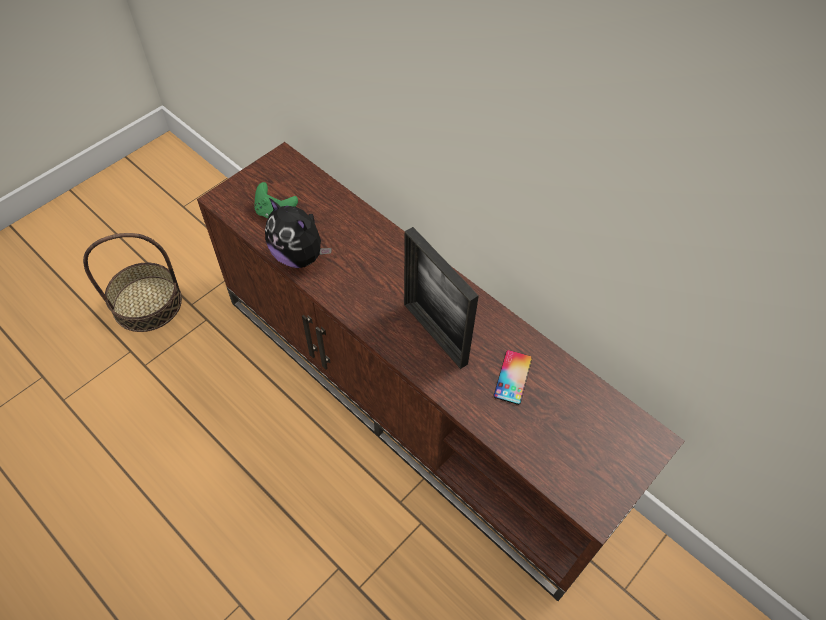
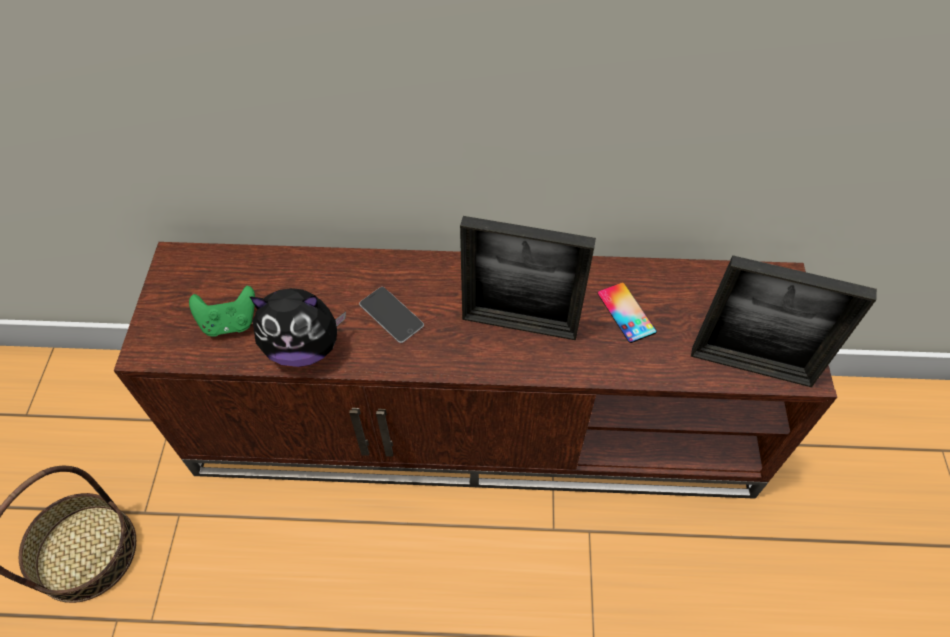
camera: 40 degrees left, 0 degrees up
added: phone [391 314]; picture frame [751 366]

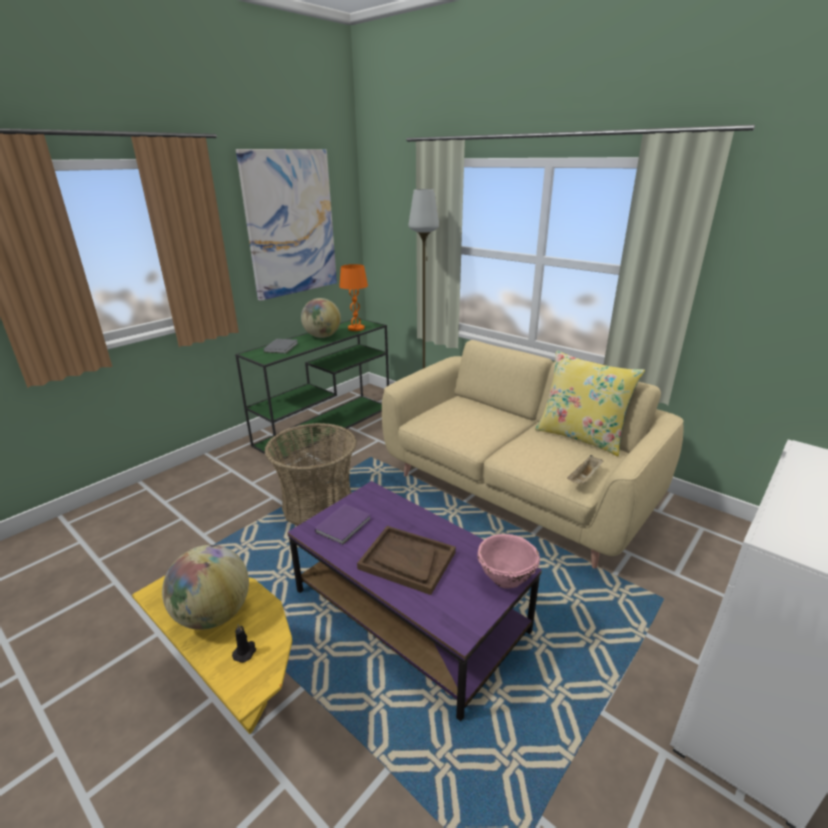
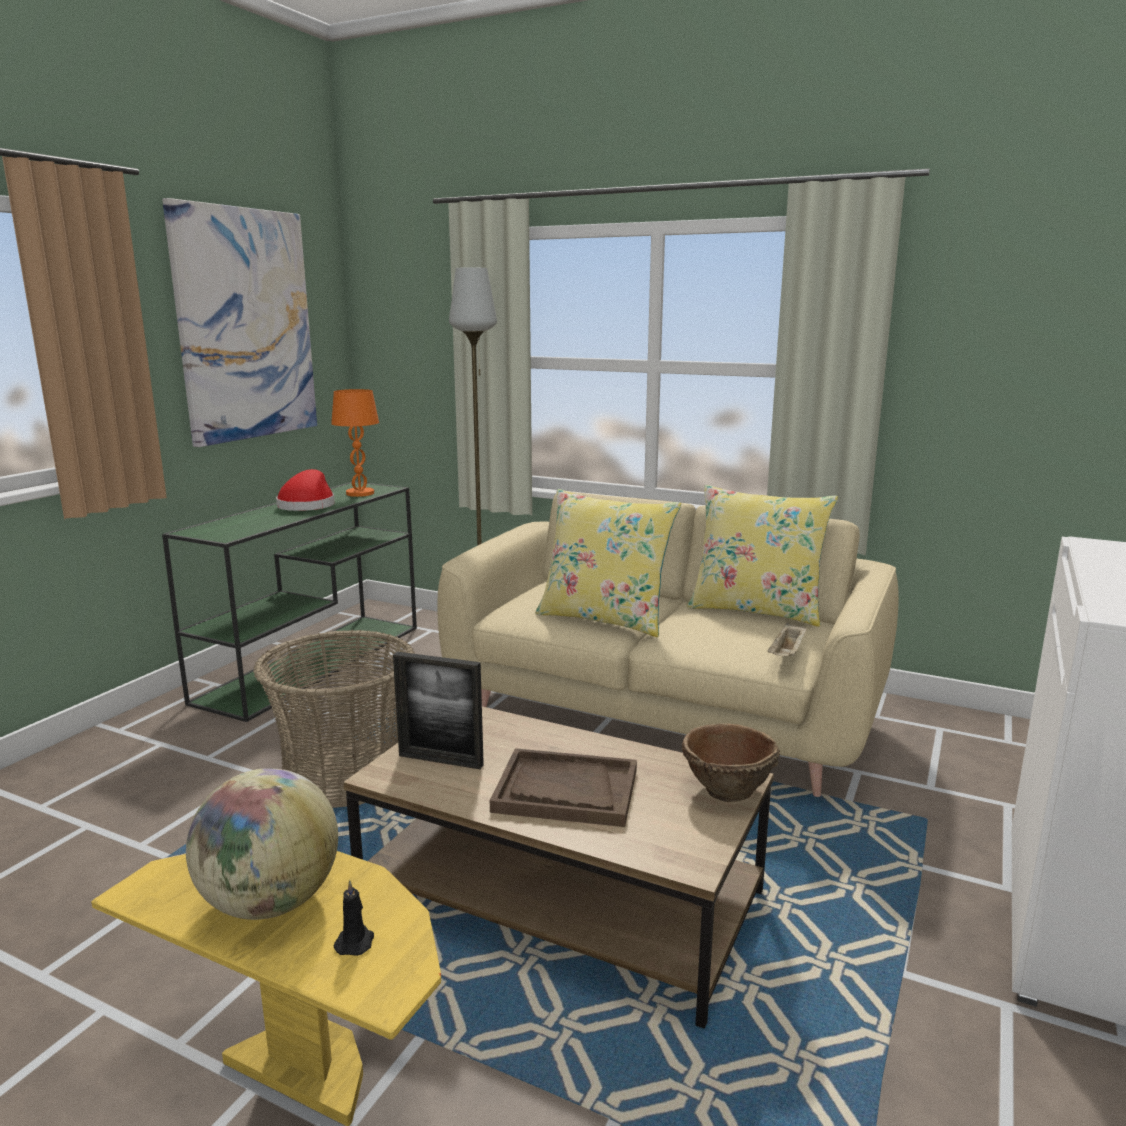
camera: 15 degrees left, 10 degrees down
removed: grey book [282 347]
added: yellow pillow [604 618]
replaced: globe [322 336] to red hat [308 505]; purple book [345 525] to picture frame [440 760]
recoloured: purple coffee table [410 611] to brown coffee table [563 896]; pink bowl [505 578] to brown bowl [726 790]

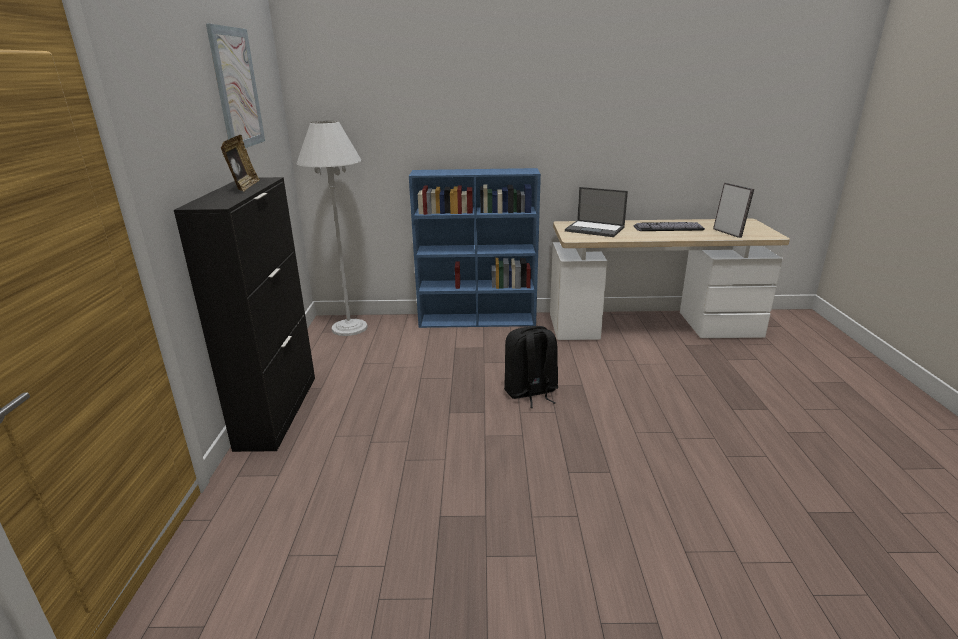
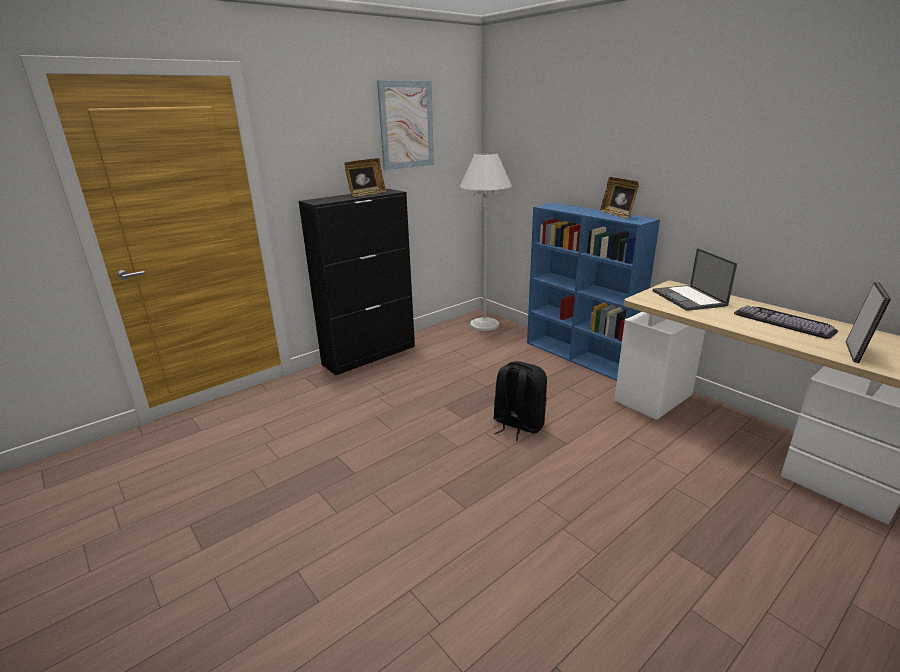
camera: 50 degrees right, 0 degrees up
added: picture frame [617 215]

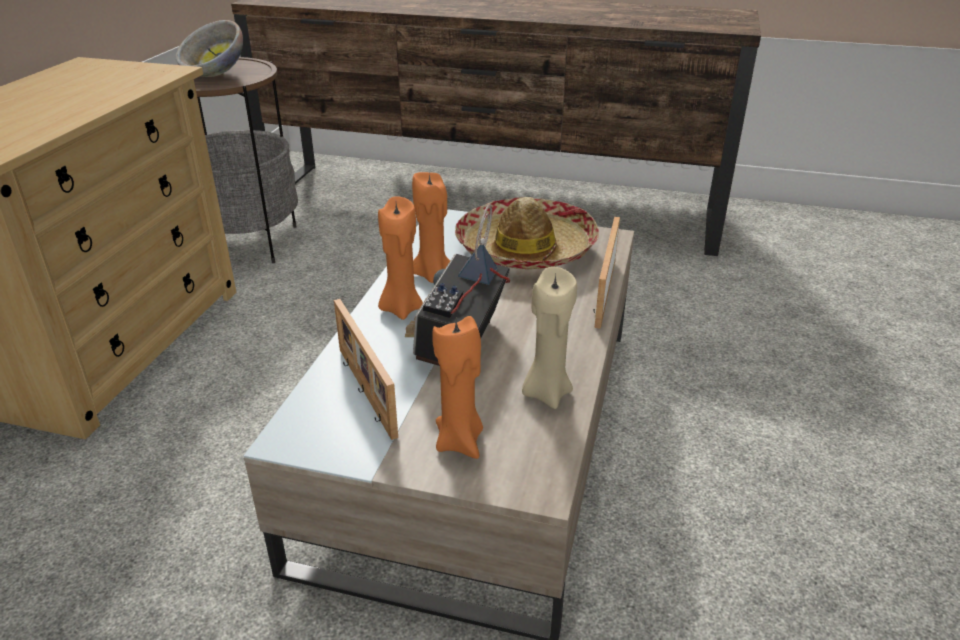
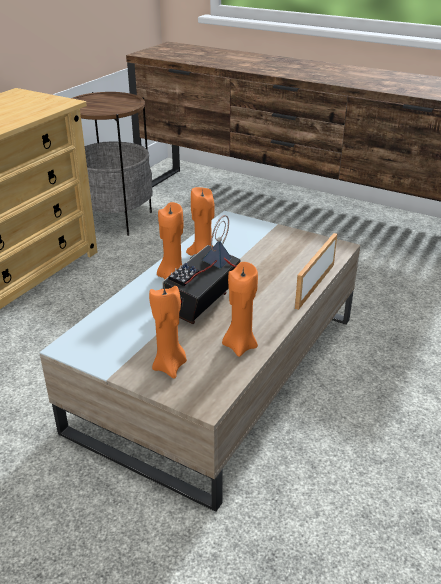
camera: 15 degrees right, 0 degrees up
removed: bowl [214 74]; picture frame [364 391]; hat [526 249]
recoloured: beige candle [546 392] to orange candle [240 345]

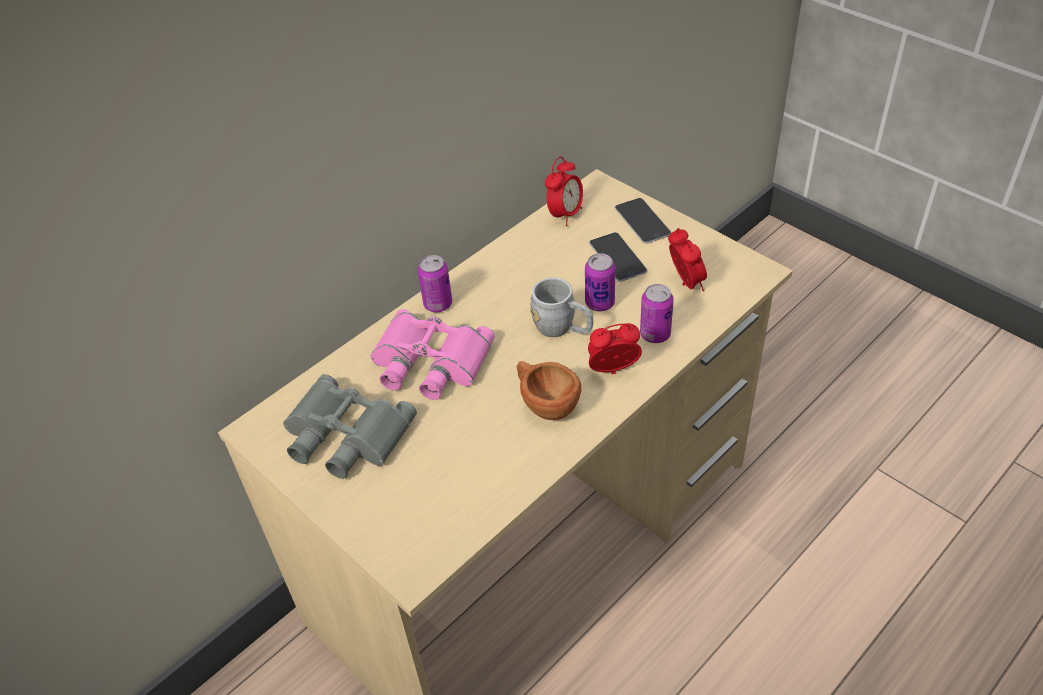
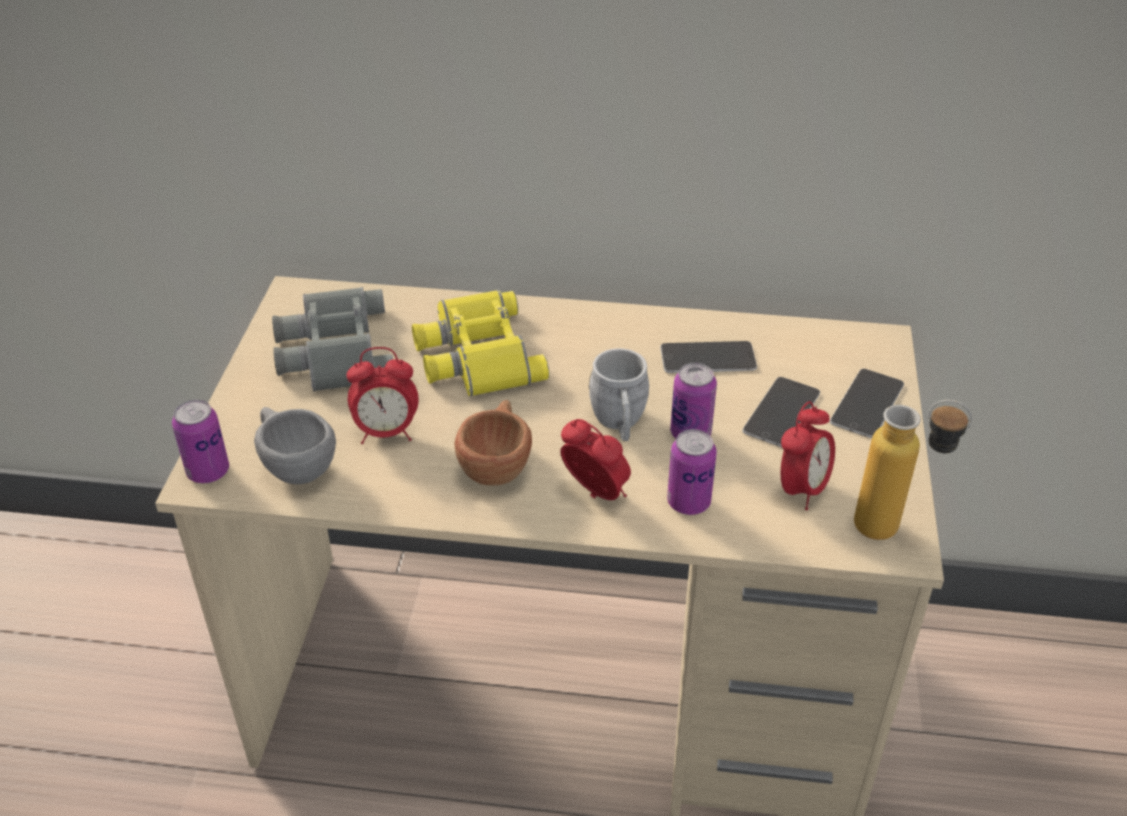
camera: 50 degrees right, 5 degrees down
added: grey cup [294 465]; phone [708 358]; bottle [894 531]
moved: can [438 304] to [208 471]; alarm clock [565 215] to [386 432]
recoloured: pink binoculars [428 363] to yellow binoculars [475 354]

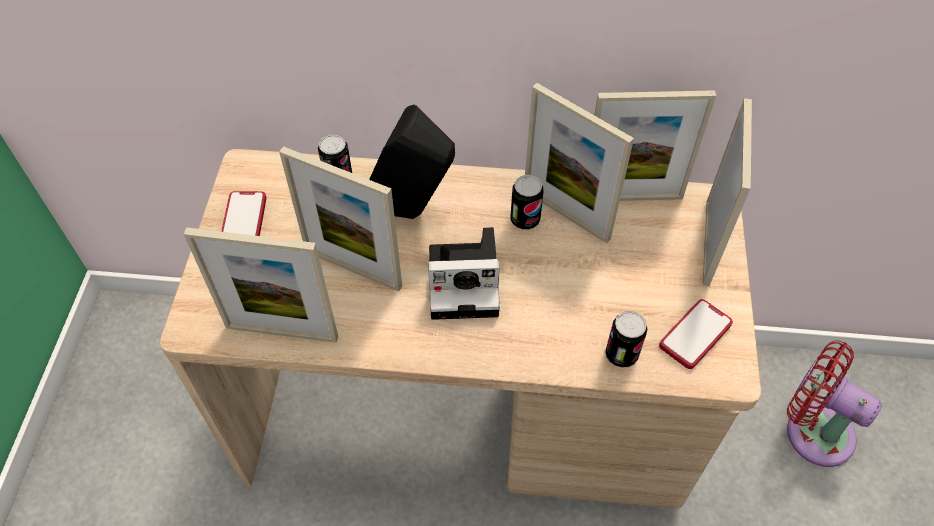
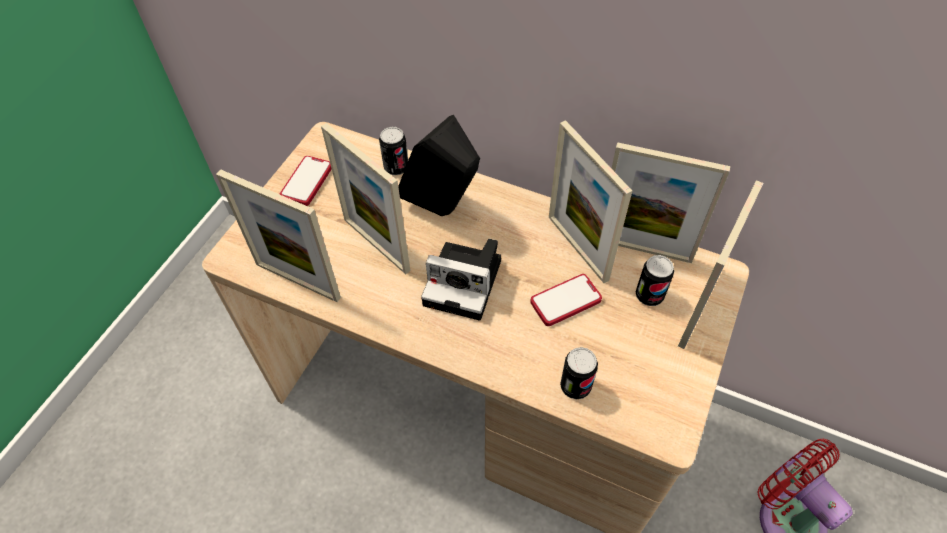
camera: 20 degrees right, 0 degrees up
moved: can [525 220] to [649 295]; phone [695 335] to [565 301]

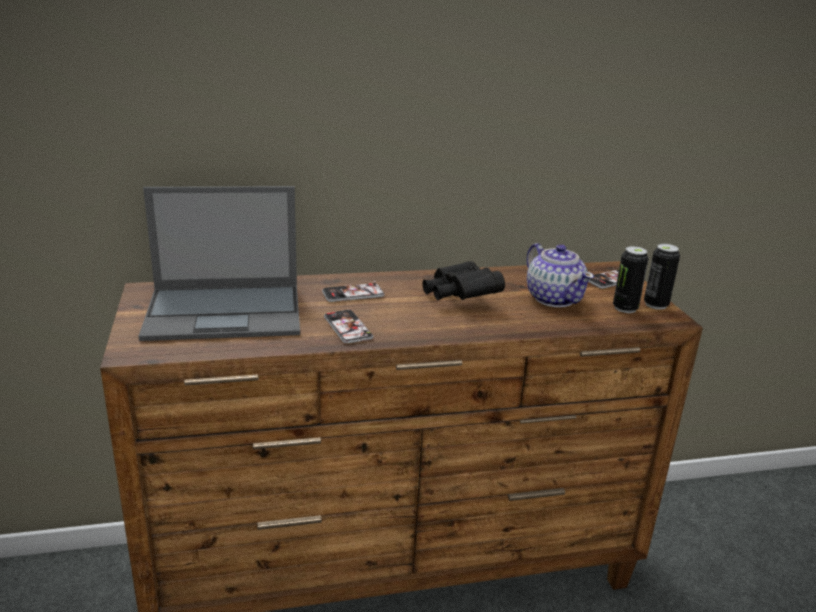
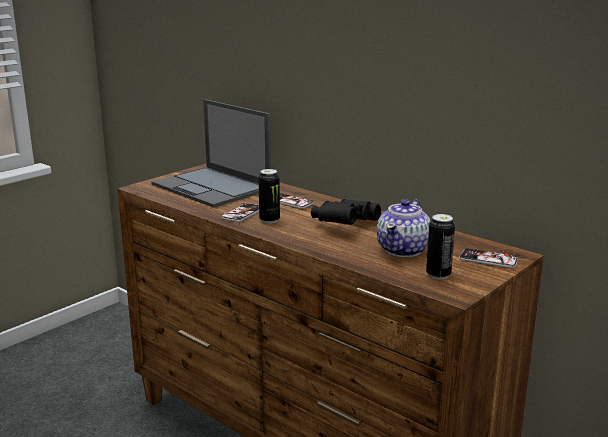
camera: 55 degrees right, 5 degrees down
moved: can [655 305] to [269 220]

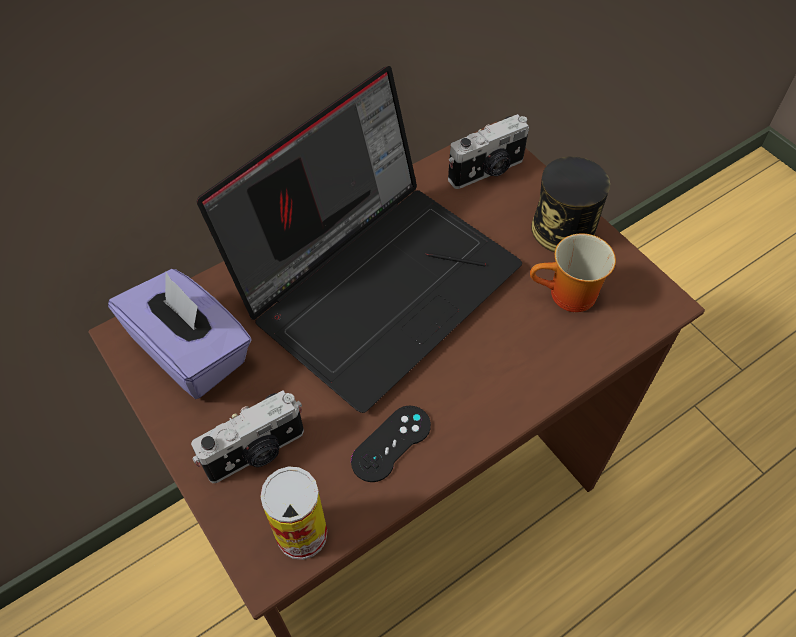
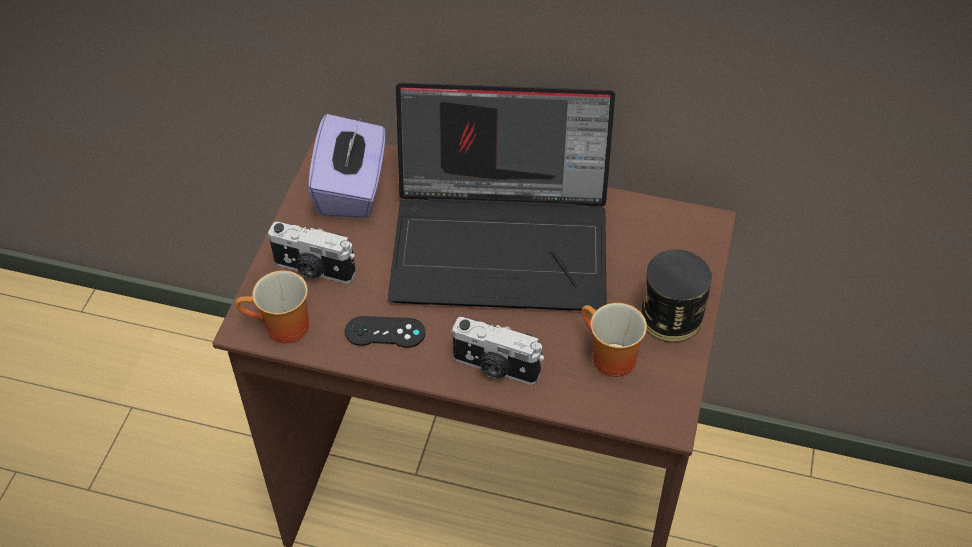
camera: 50 degrees right, 5 degrees down
moved: photo camera [487 171] to [495 368]
replaced: can [302 534] to mug [282 329]

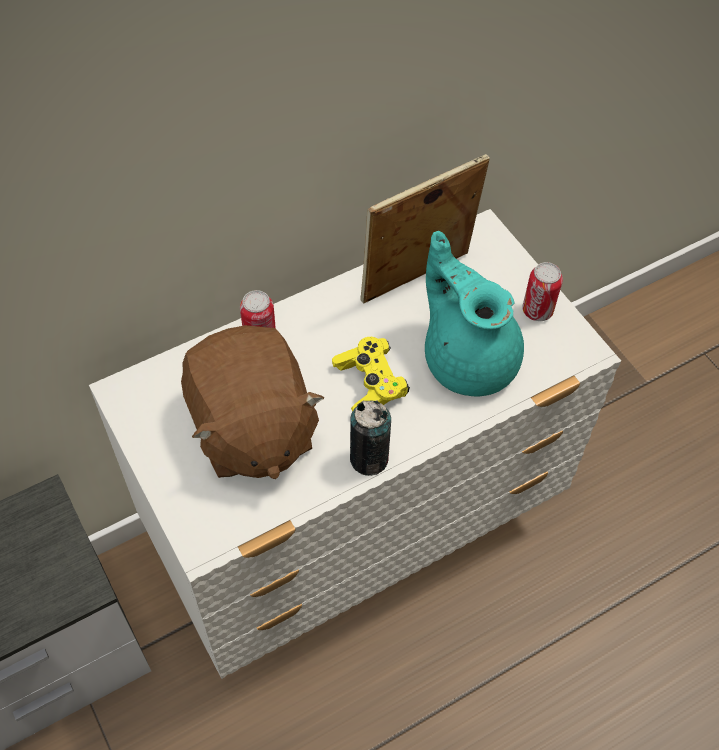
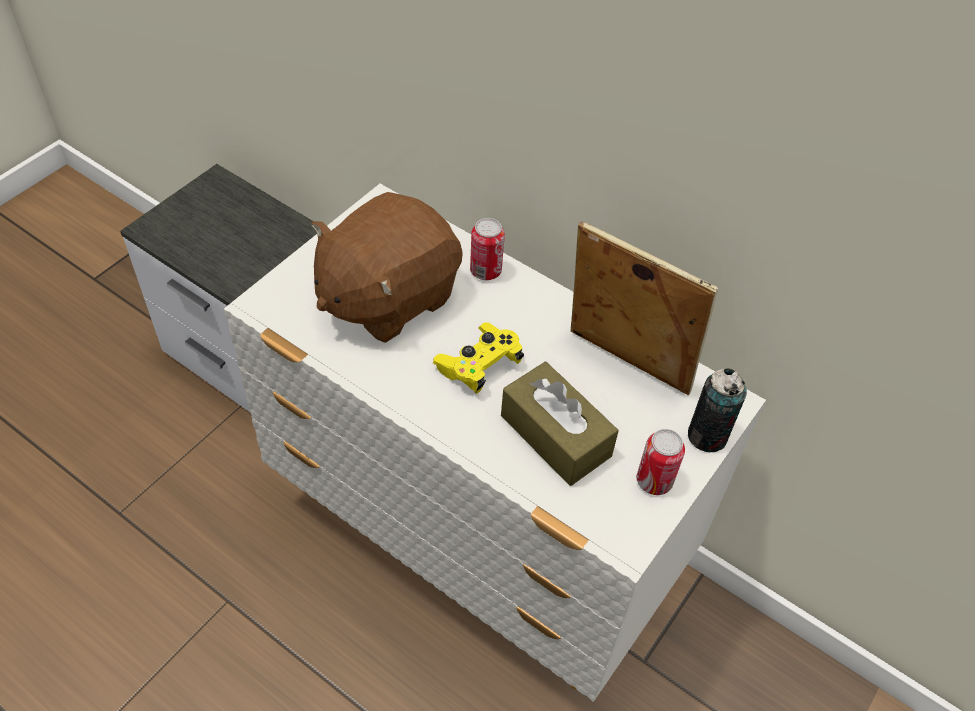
camera: 65 degrees right, 5 degrees down
moved: can [369 459] to [707 436]
replaced: turquoise teapot [468 358] to brown tissue box [555 435]

